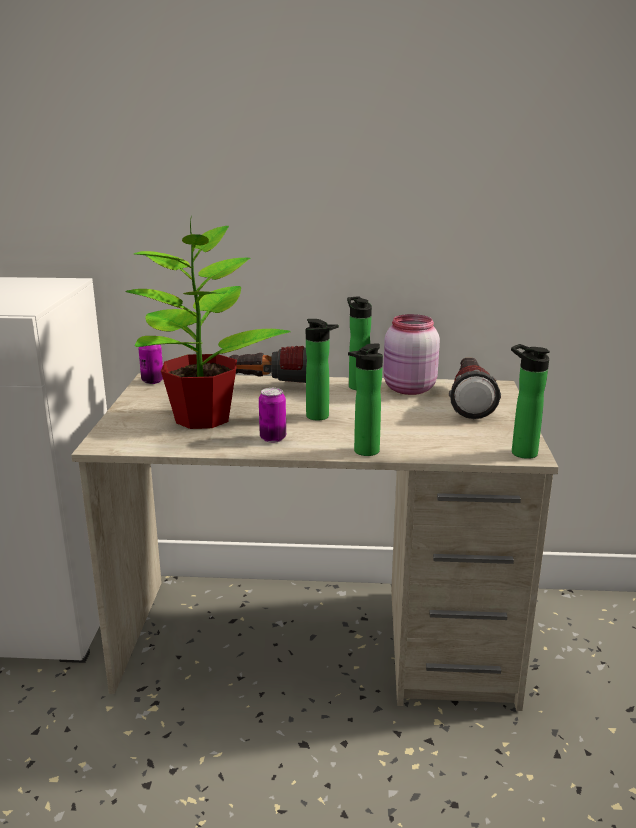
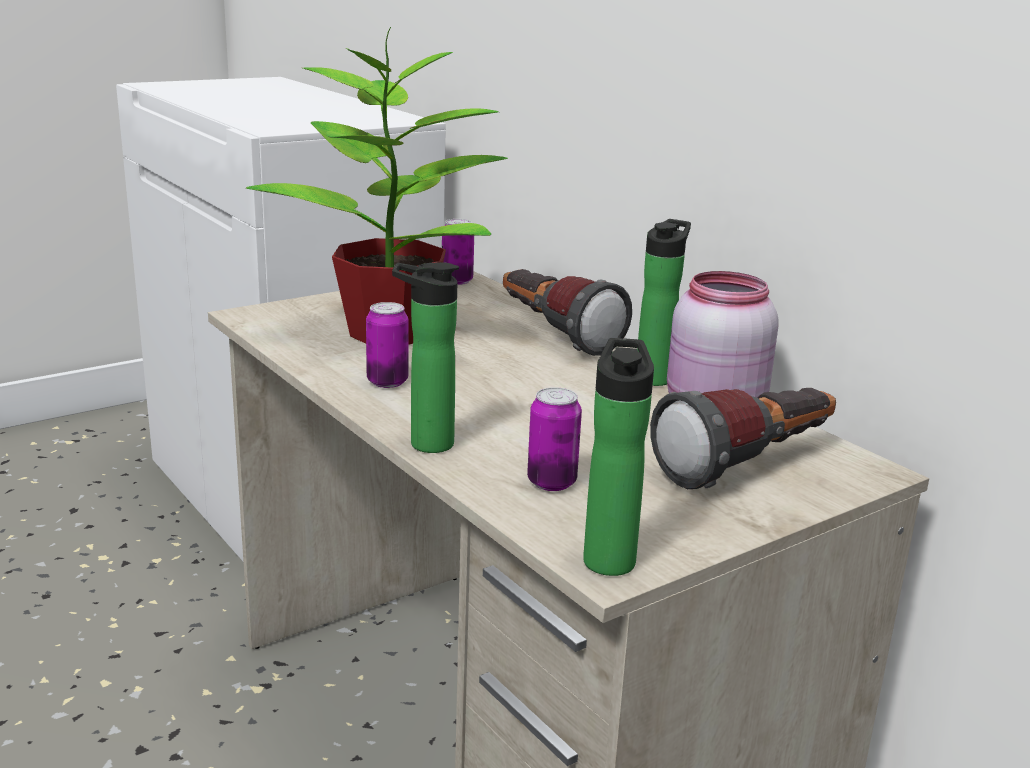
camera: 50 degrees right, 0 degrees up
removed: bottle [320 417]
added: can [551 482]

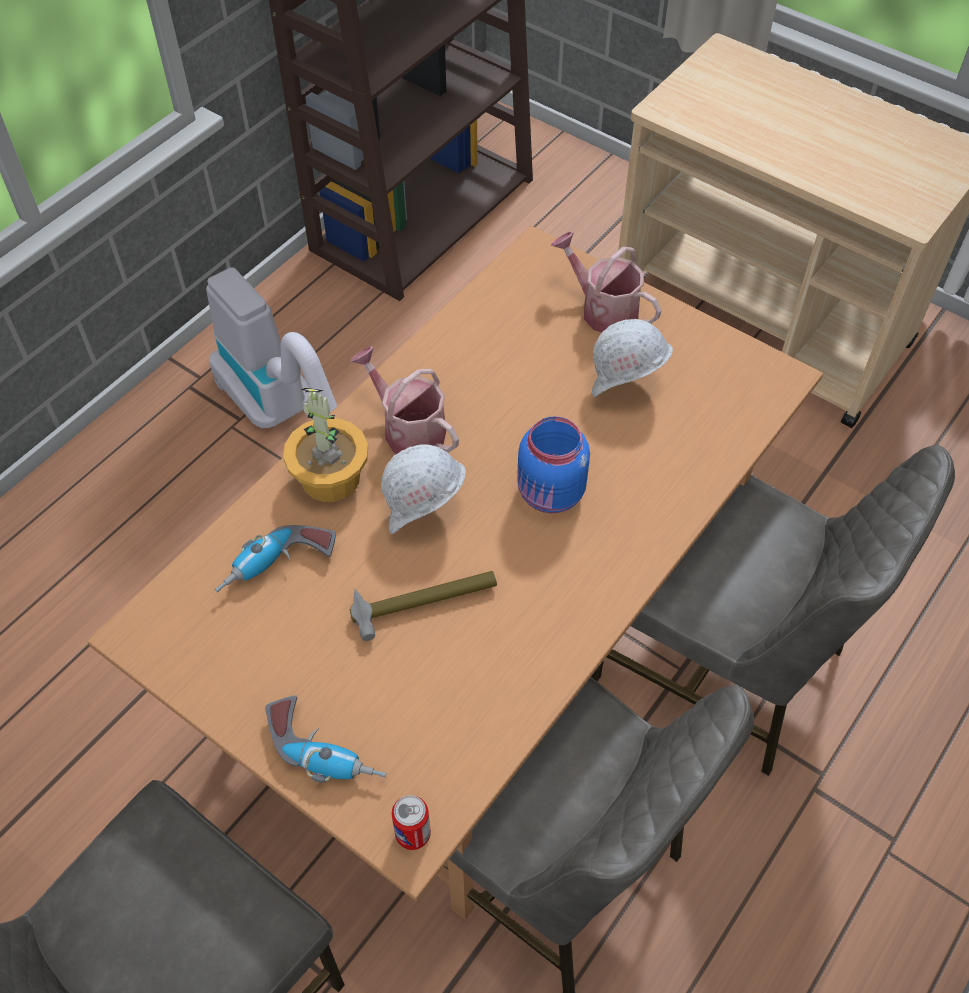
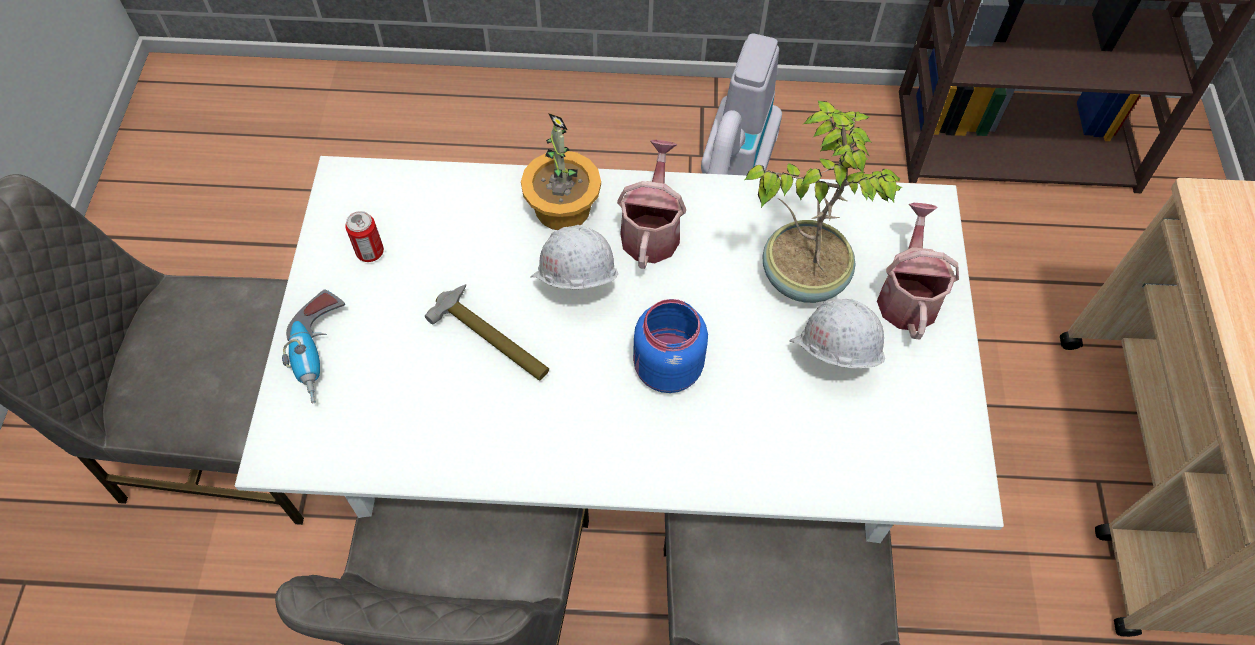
camera: 55 degrees right, 5 degrees up
removed: power drill [277 568]
added: potted plant [802 275]
moved: can [413 834] to [370 252]
recoloured: brown dining table [484 652] to white dining table [628 452]

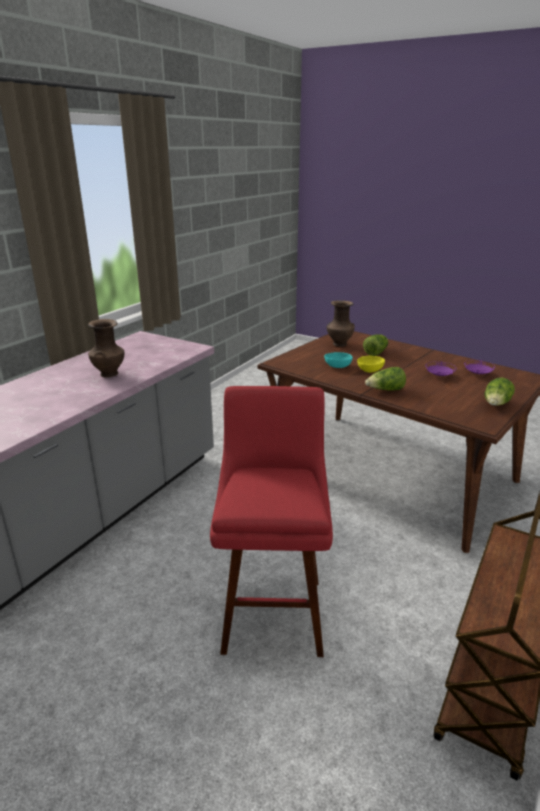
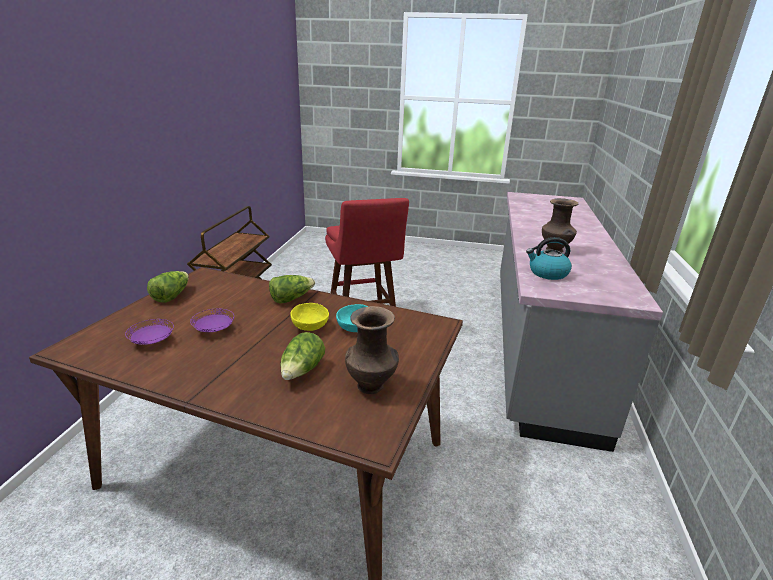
camera: 160 degrees right, 0 degrees up
added: kettle [547 273]

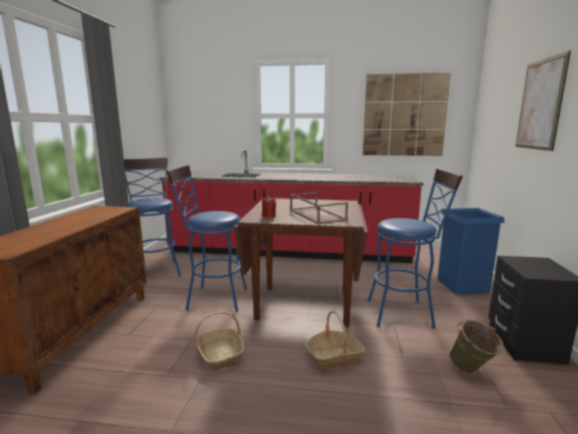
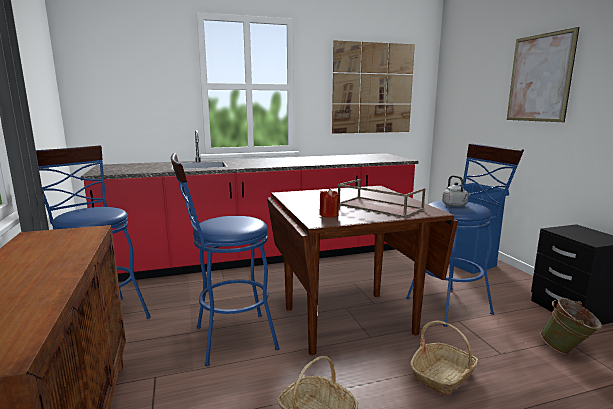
camera: 25 degrees left, 0 degrees up
added: grey kettle [455 205]

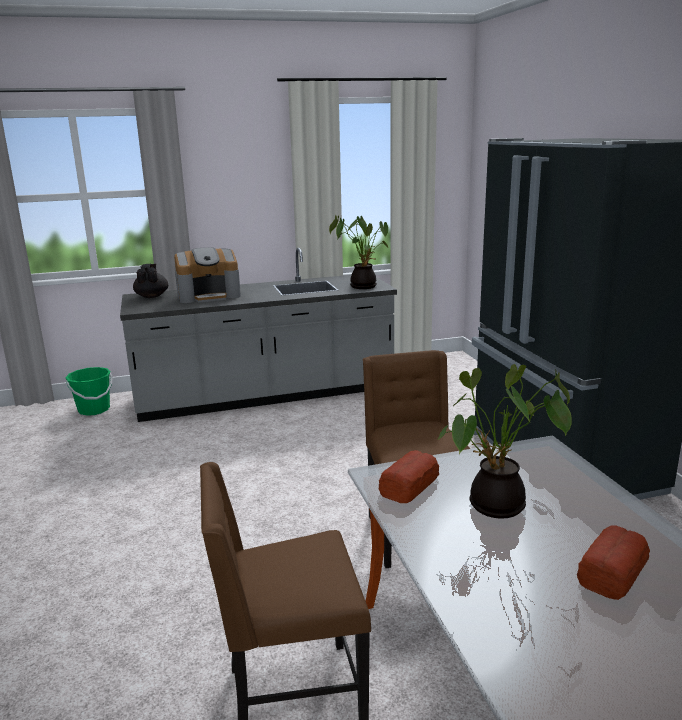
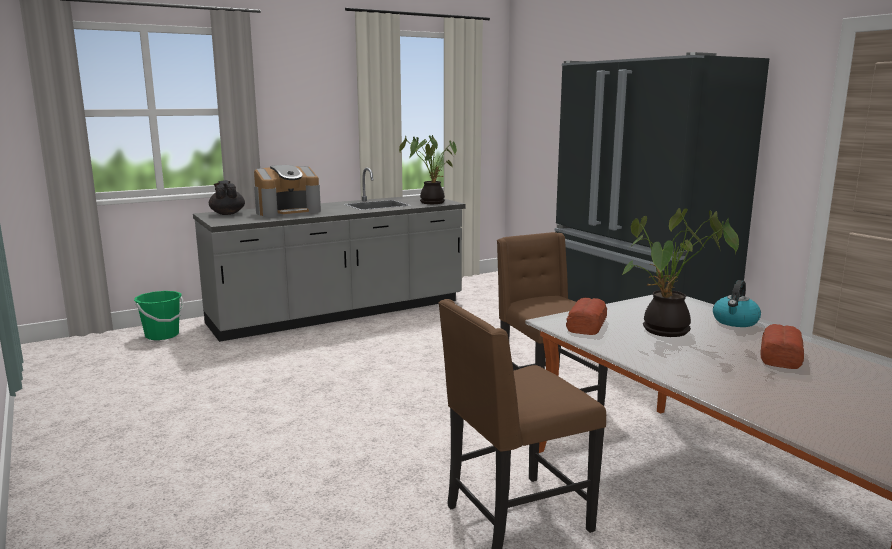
camera: 15 degrees left, 5 degrees down
added: kettle [735 322]

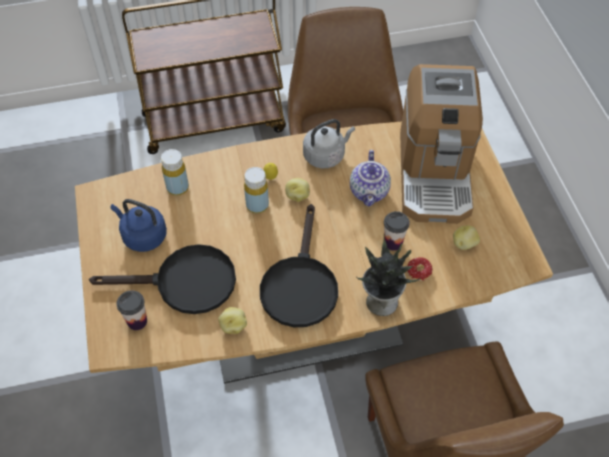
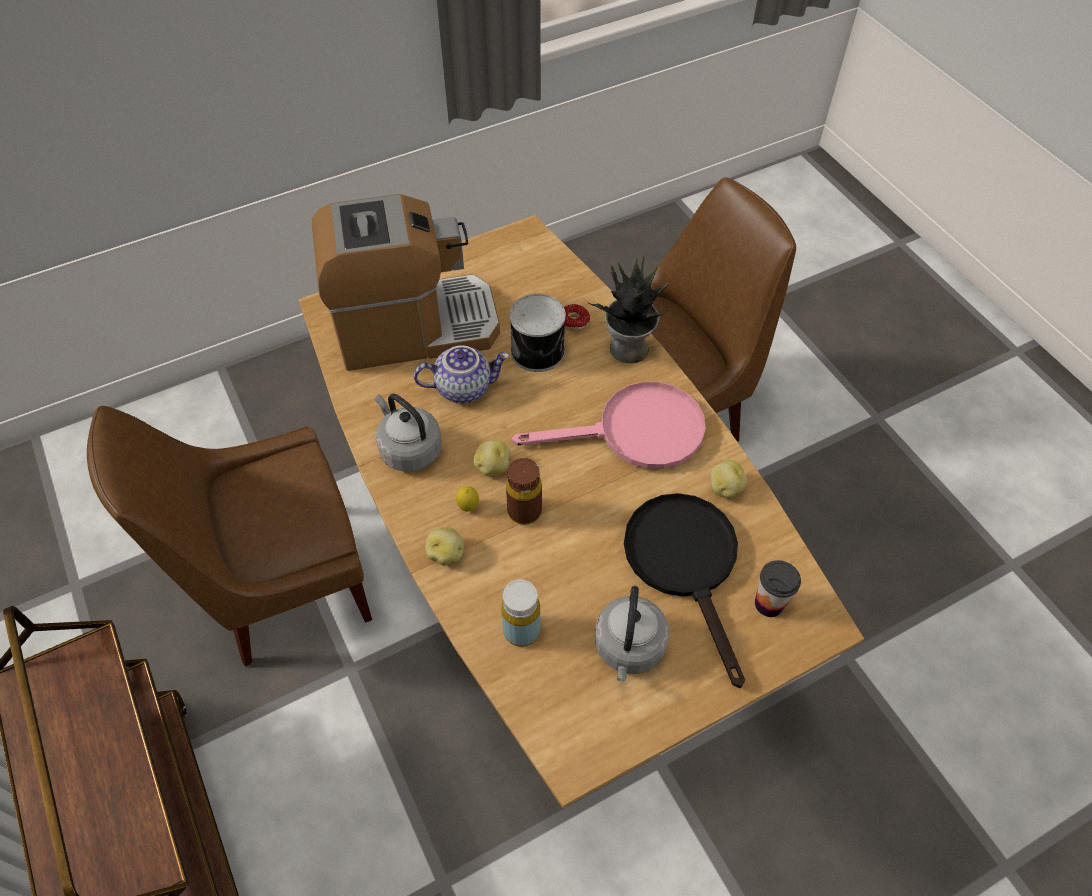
camera: 105 degrees left, 0 degrees up
moved: potato [464 244] to [446 553]
replaced: cup [393 242] to can [539 351]
recoloured: blue kettle [142 236] to grey kettle [629 649]; yellow bottle [257 205] to brown bottle [524 511]; black frying pan [299 284] to pink frying pan [635 432]

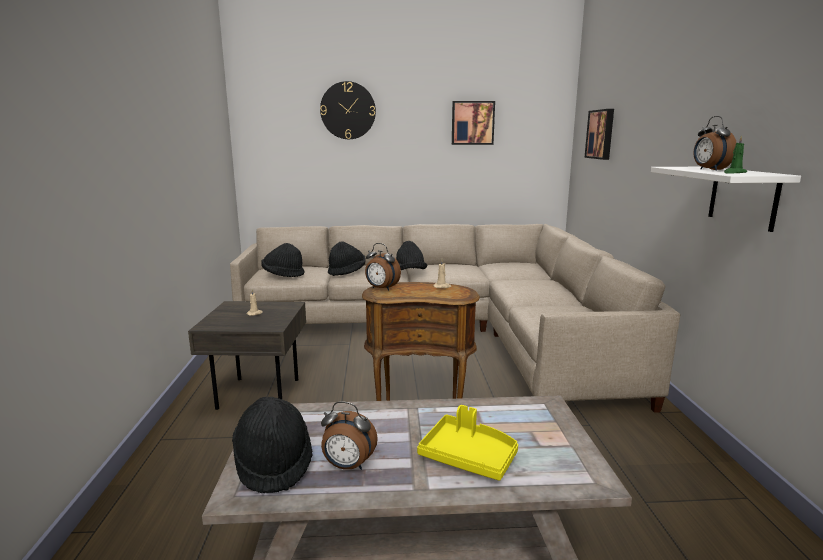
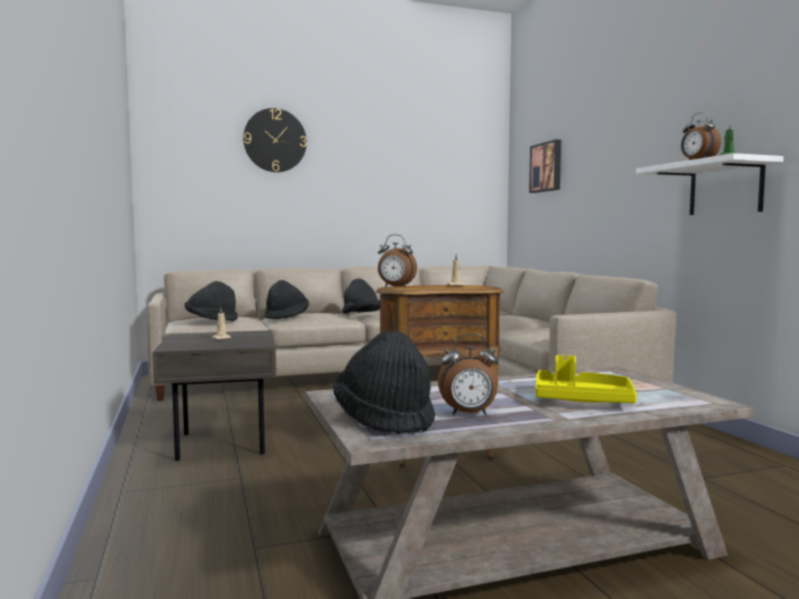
camera: 15 degrees left, 10 degrees down
removed: picture [472 123]

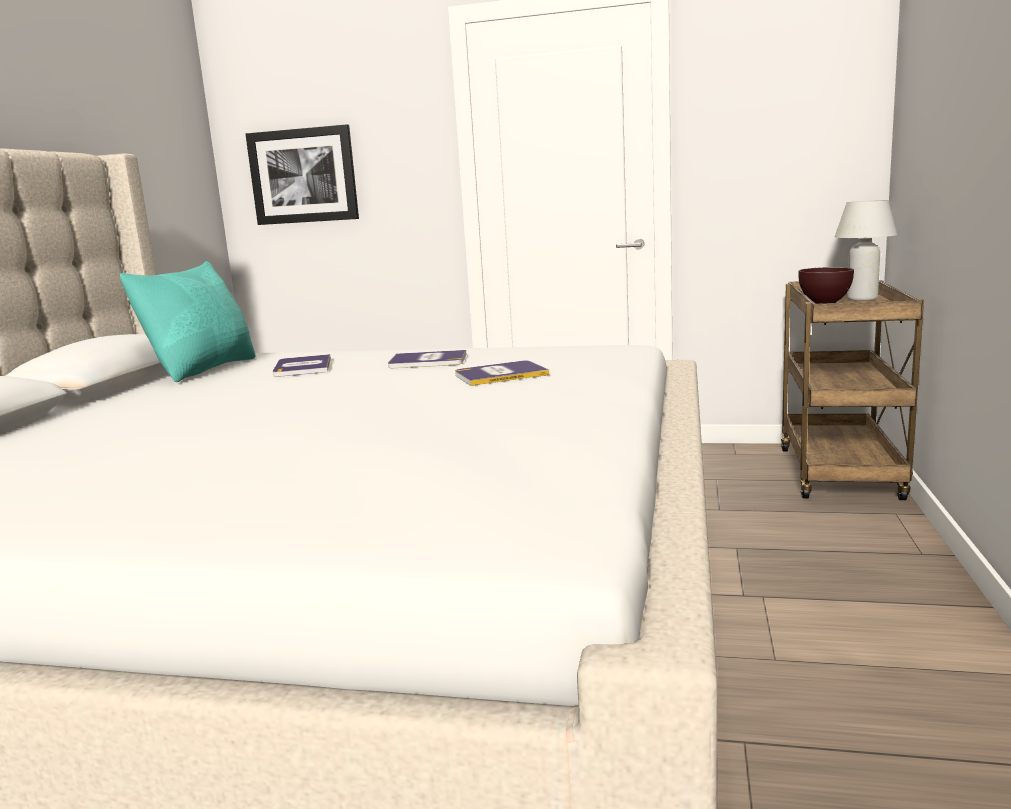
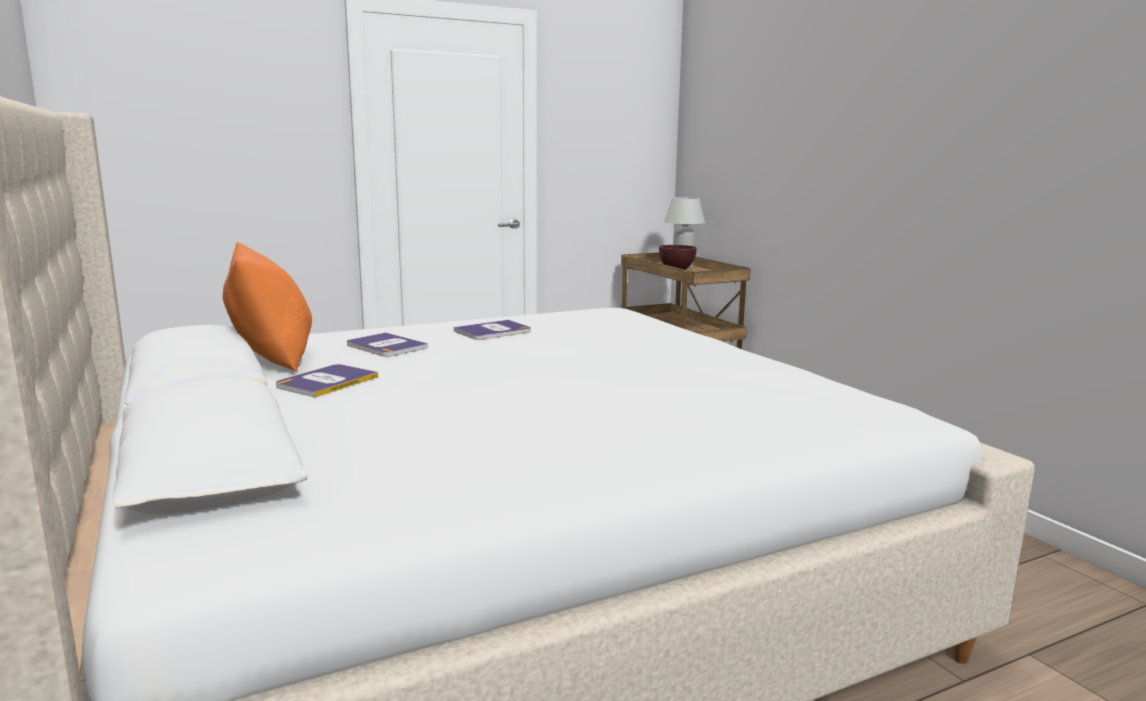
camera: 40 degrees left, 0 degrees up
removed: picture [303 176]
moved: book [500 374] to [327 382]
recoloured: turquoise pillow [203 370] to orange pillow [273 358]

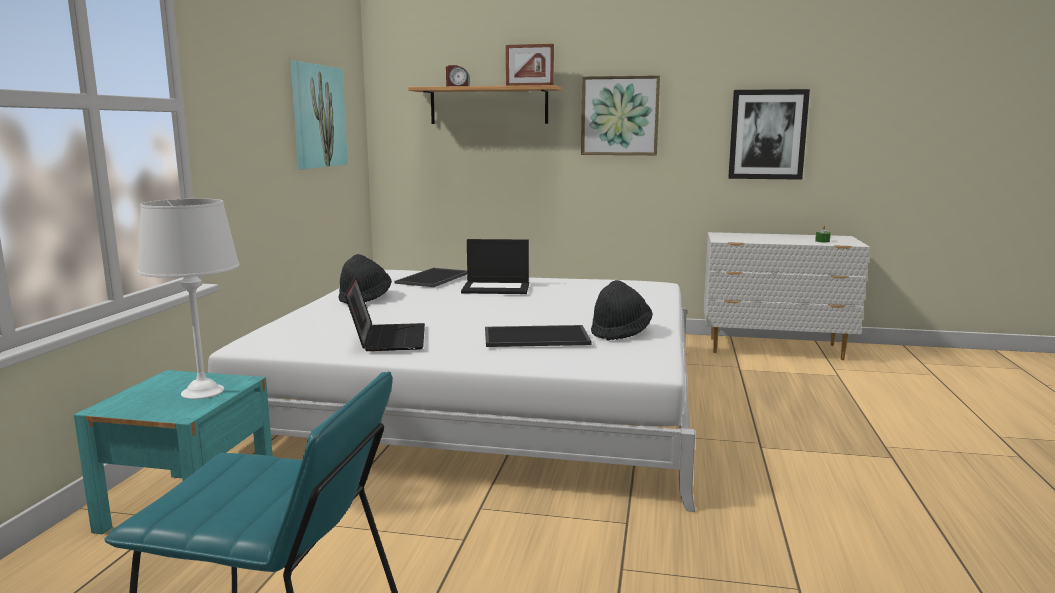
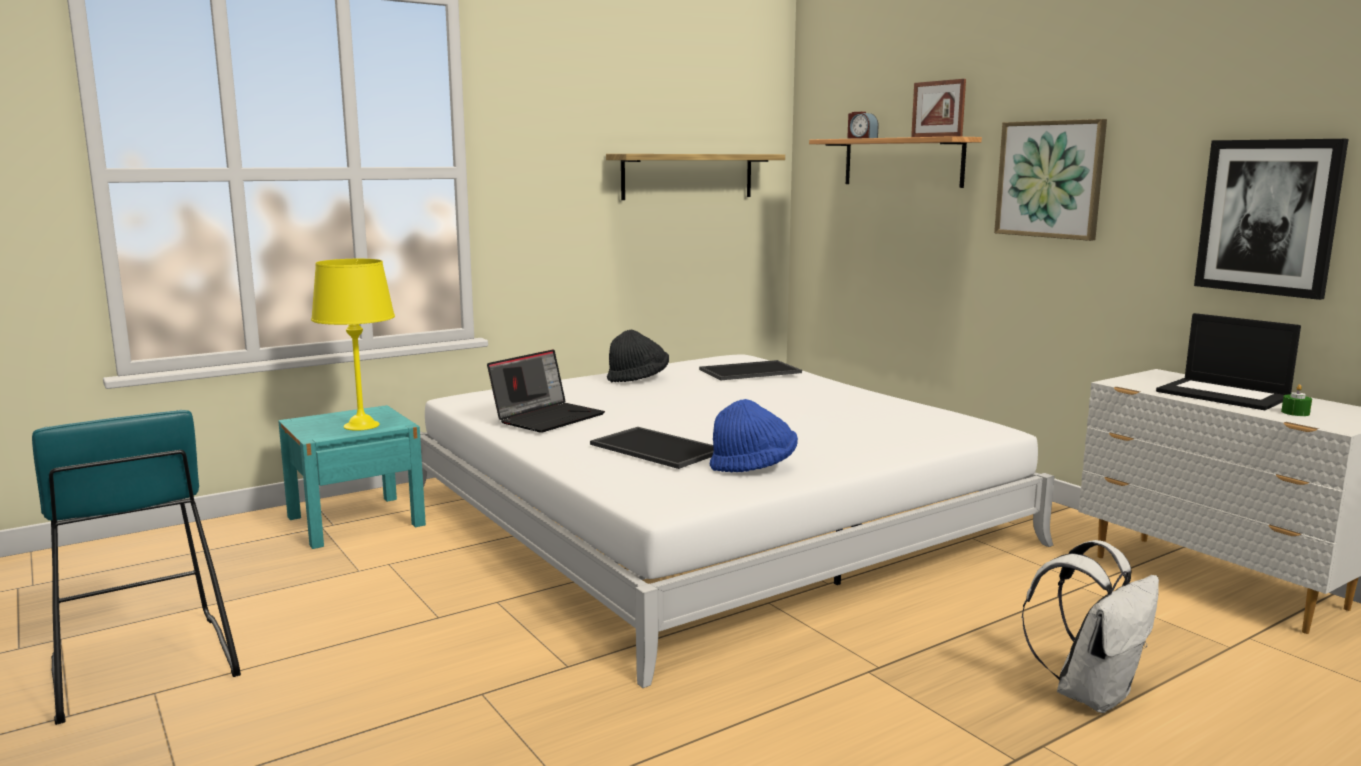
camera: 45 degrees right, 0 degrees up
added: white backpack [1090 693]
moved: laptop [497 288] to [1224 395]
replaced: picture [318 116] to shelf [688 176]
recoloured: white table lamp [203 392] to yellow table lamp [361 426]; black hat [620 332] to blue hat [753 467]

